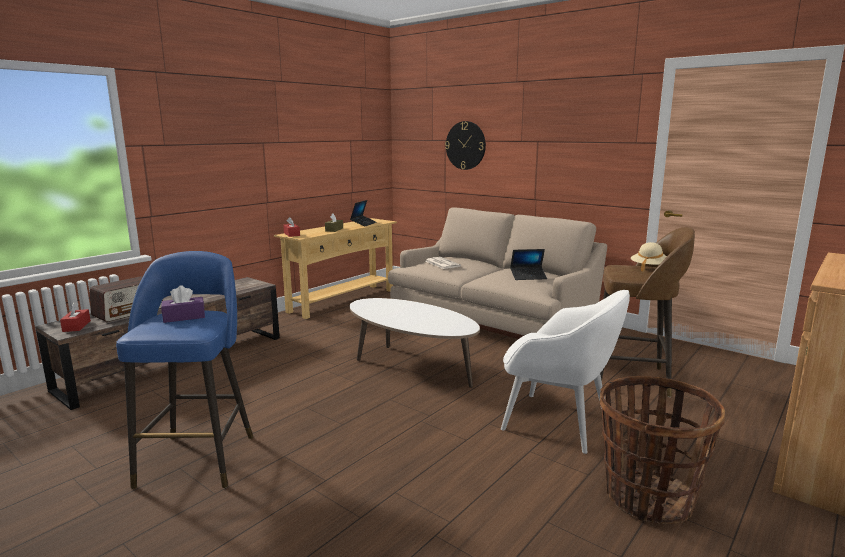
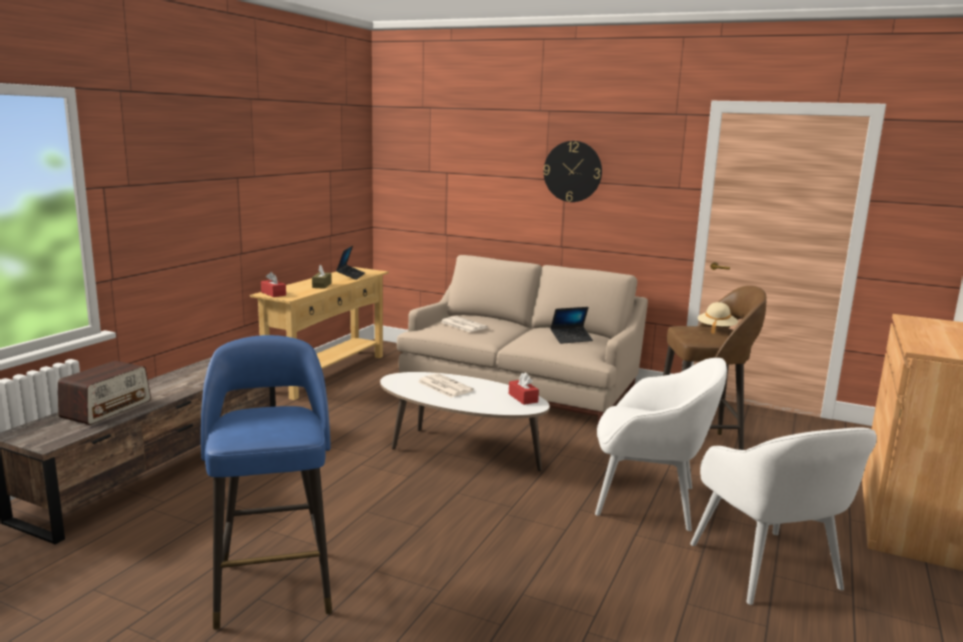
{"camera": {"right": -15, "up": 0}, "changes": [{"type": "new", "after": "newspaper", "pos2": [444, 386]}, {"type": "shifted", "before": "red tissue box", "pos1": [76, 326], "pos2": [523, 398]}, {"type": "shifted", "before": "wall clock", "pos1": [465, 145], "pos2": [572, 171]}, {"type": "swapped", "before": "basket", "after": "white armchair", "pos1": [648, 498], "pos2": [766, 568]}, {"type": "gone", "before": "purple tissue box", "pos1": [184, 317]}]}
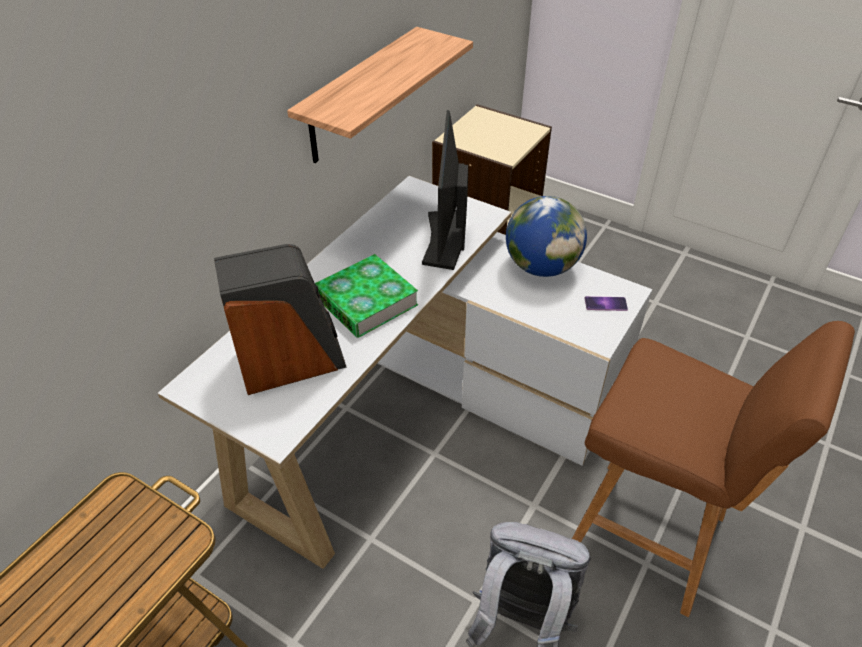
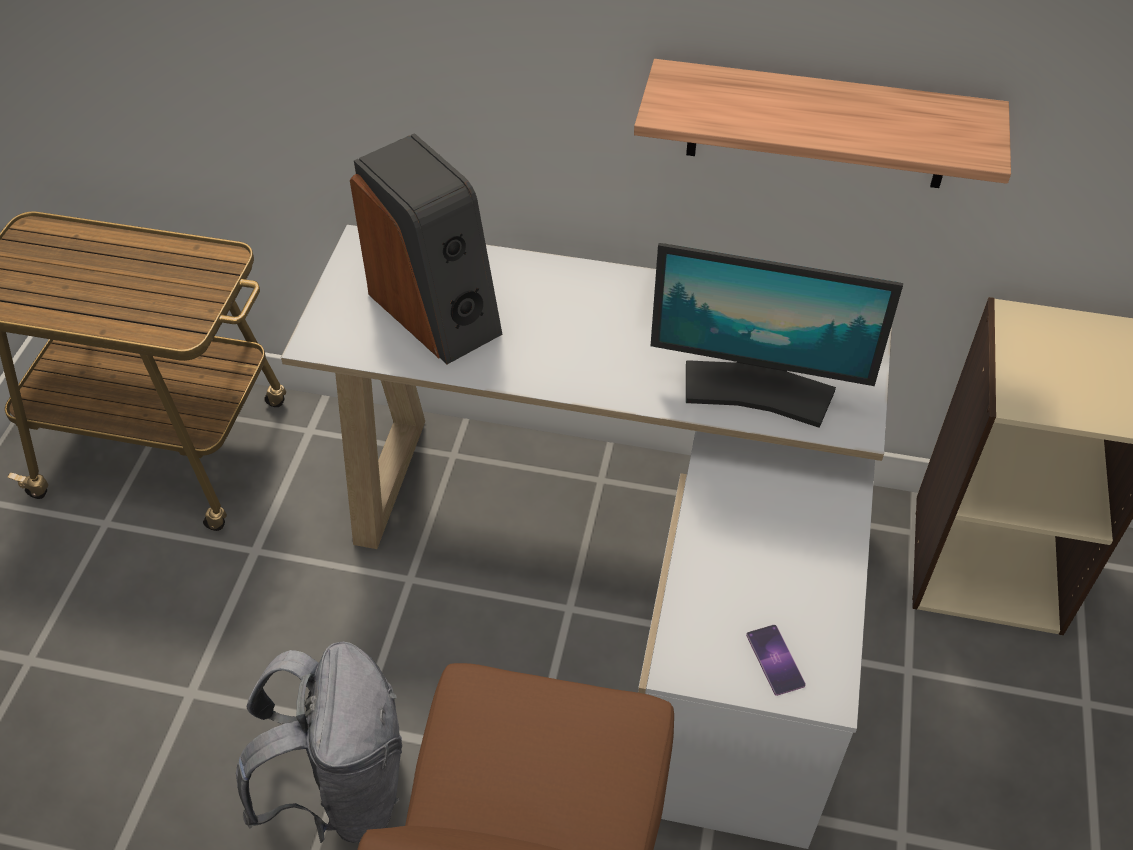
{"camera": {"right": 70, "up": 5}, "changes": [{"type": "rotated", "before": "monitor", "pos1": [445, 239], "pos2": [757, 390], "turn": -150}, {"type": "gone", "before": "book", "pos1": [366, 301]}, {"type": "gone", "before": "globe", "pos1": [541, 267]}]}
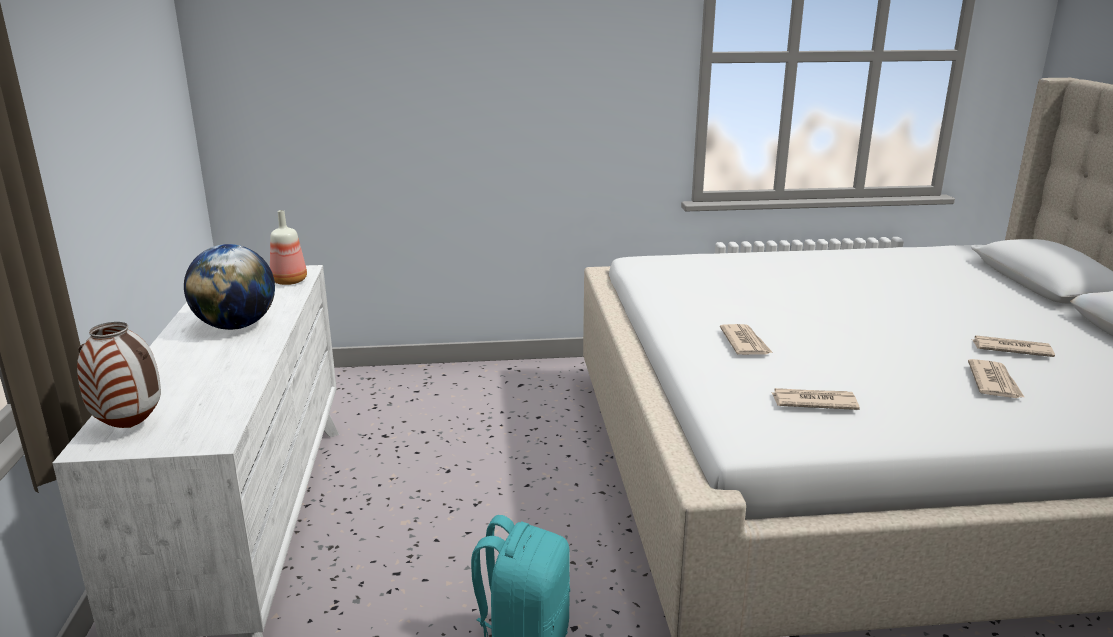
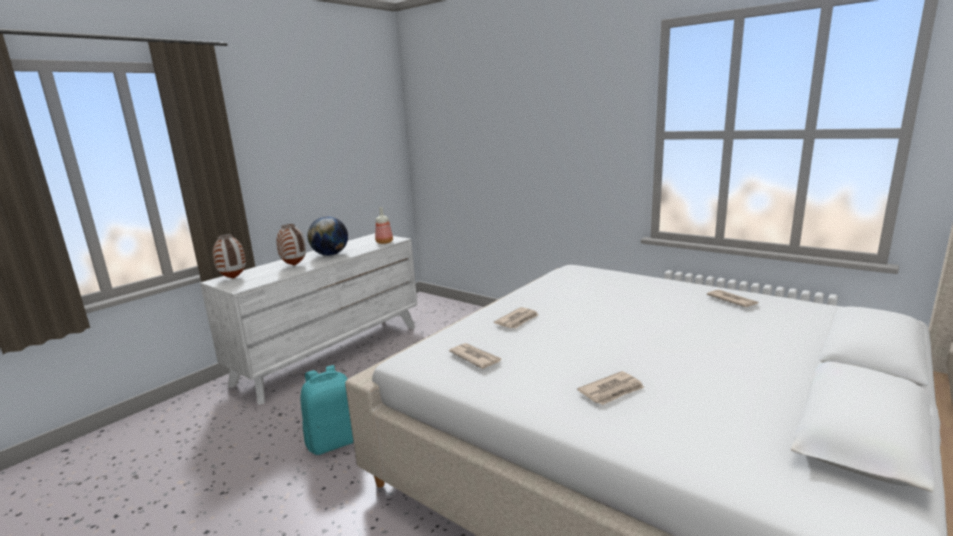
{"camera": {"right": 45, "up": -5}, "changes": [{"type": "new", "after": "vase", "pos2": [295, 265]}, {"type": "shifted", "before": "newspaper", "pos1": [1010, 349], "pos2": [732, 300]}]}
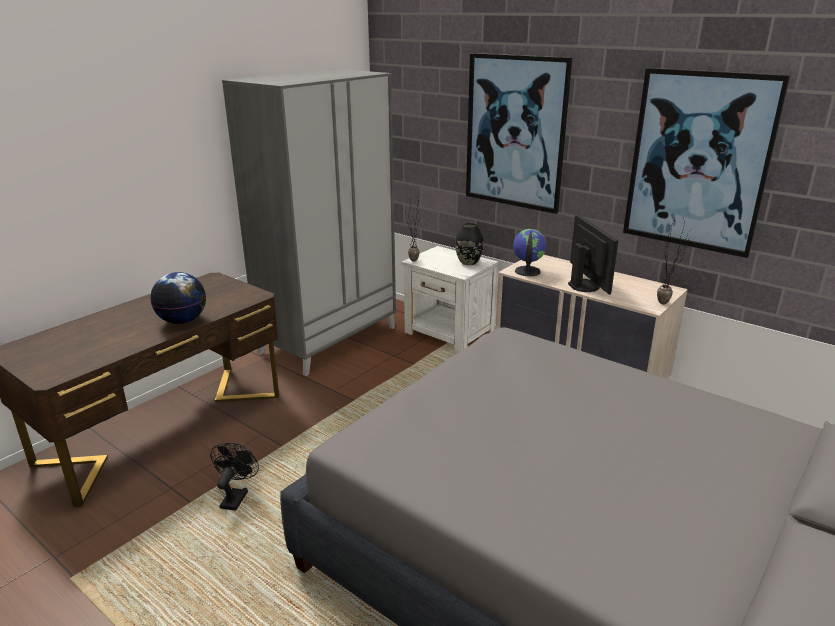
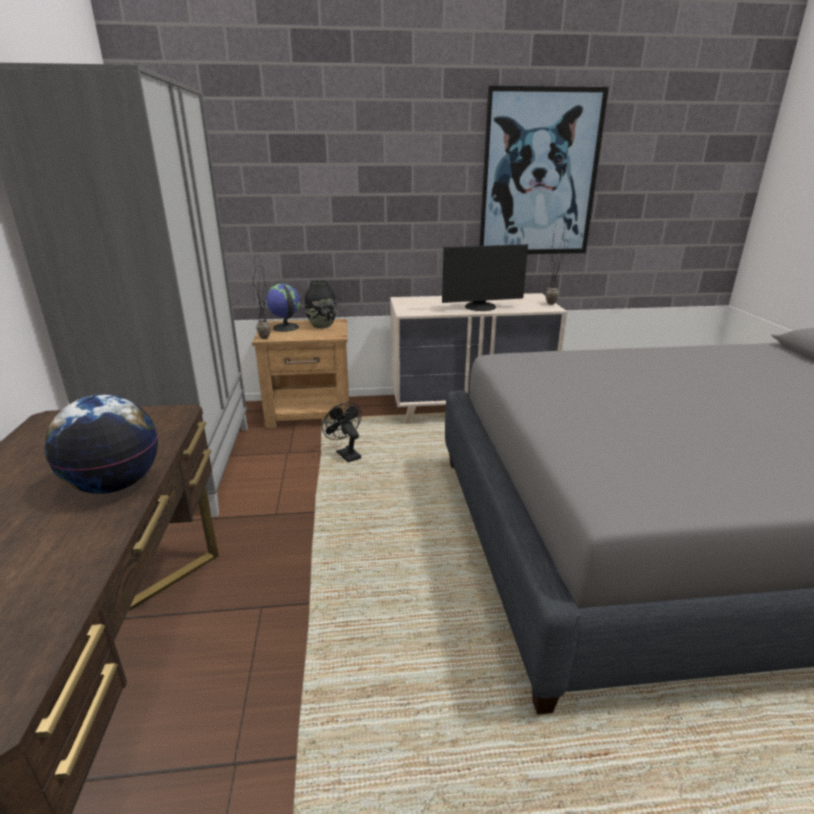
{"camera": {"right": -45, "up": 0}, "changes": [{"type": "repainted", "before": "white nightstand", "after": "brown nightstand", "pos1": [449, 333], "pos2": [310, 412]}, {"type": "shifted", "before": "globe", "pos1": [527, 271], "pos2": [285, 327]}, {"type": "shifted", "before": "black fan", "pos1": [236, 496], "pos2": [346, 454]}, {"type": "rotated", "before": "monitor", "pos1": [585, 285], "pos2": [481, 307], "turn": 135}, {"type": "gone", "before": "picture", "pos1": [515, 132]}]}
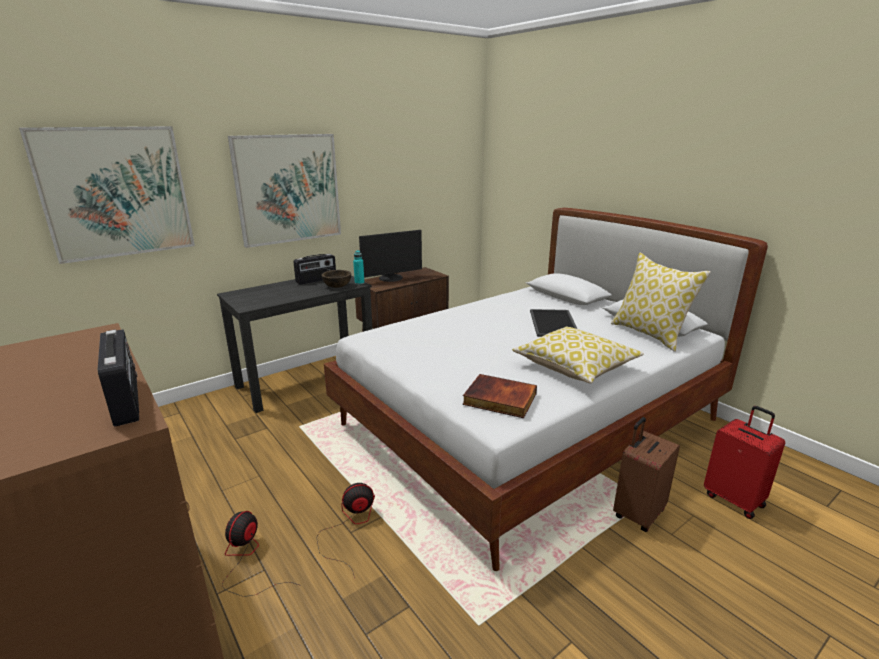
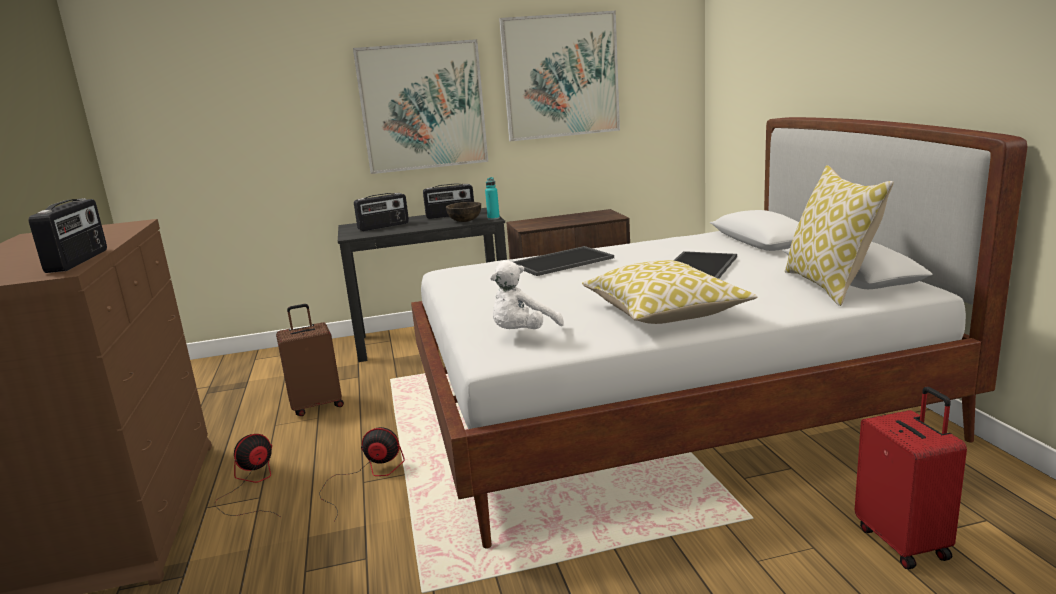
{"camera": {"right": 25, "up": -5}, "changes": [{"type": "shifted", "before": "brown suitcase", "pos1": [637, 513], "pos2": [317, 405]}, {"type": "new", "after": "radio", "pos2": [383, 226]}, {"type": "swapped", "before": "book", "after": "white plush toy", "pos1": [499, 399], "pos2": [522, 334]}, {"type": "shifted", "before": "picture", "pos1": [116, 193], "pos2": [560, 76]}, {"type": "new", "after": "tray", "pos2": [562, 261]}, {"type": "gone", "before": "monitor", "pos1": [391, 278]}]}
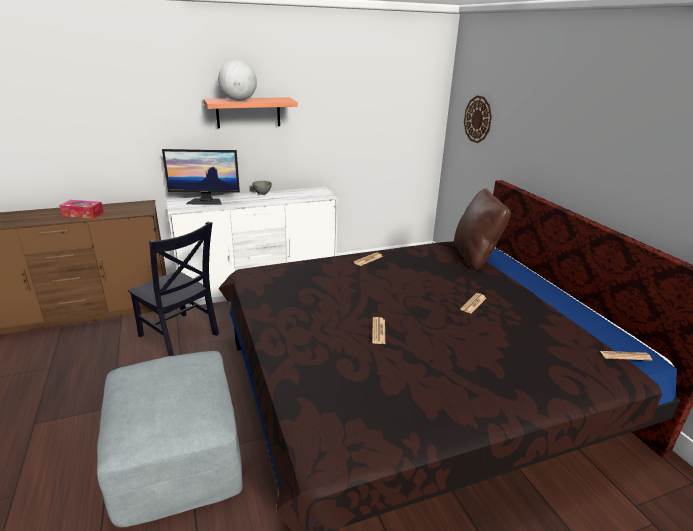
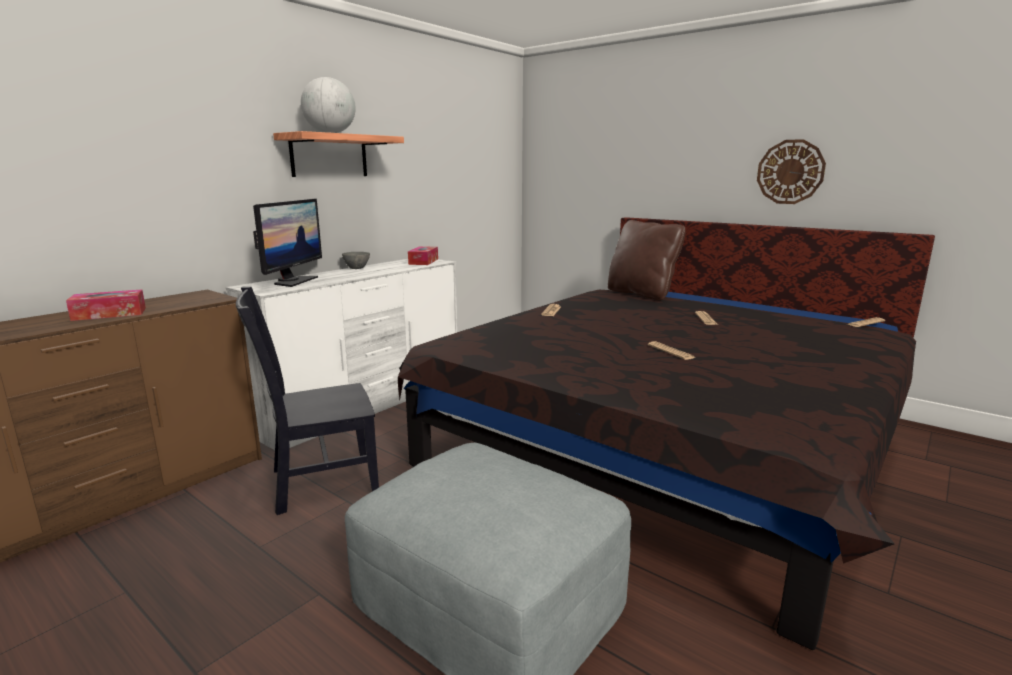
{"camera": {"right": -30, "up": -10}, "changes": [{"type": "rotated", "before": "black chair", "pos1": [180, 336], "pos2": [319, 482], "turn": 150}, {"type": "rotated", "before": "monitor", "pos1": [205, 201], "pos2": [293, 281], "turn": -45}, {"type": "new", "after": "tissue box", "pos2": [423, 261]}, {"type": "shifted", "before": "wall clock", "pos1": [478, 119], "pos2": [790, 172]}]}
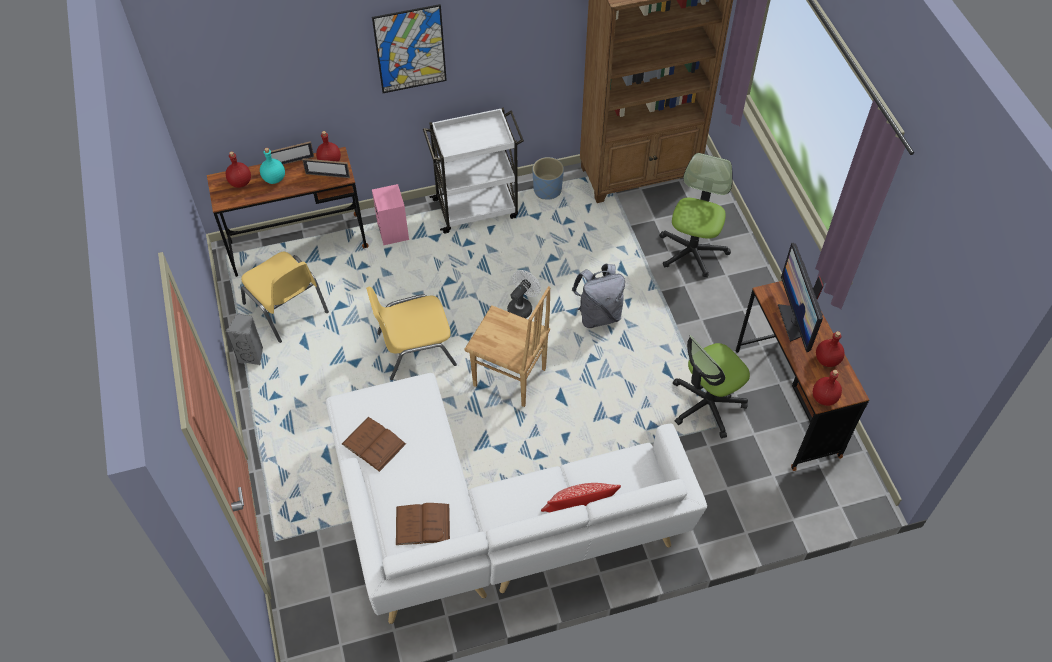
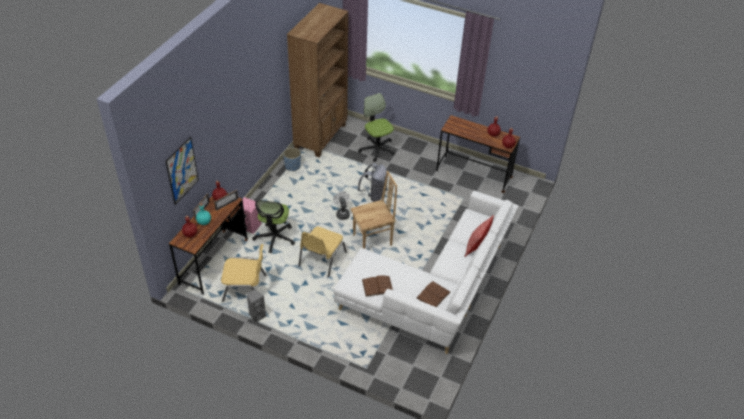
{"camera": {"right": -50, "up": -10}, "changes": [{"type": "shifted", "before": "picture", "pos1": [410, 49], "pos2": [182, 170]}, {"type": "shifted", "before": "office chair", "pos1": [706, 405], "pos2": [274, 238]}, {"type": "gone", "before": "white cart", "pos1": [477, 208]}, {"type": "gone", "before": "monitor", "pos1": [795, 321]}]}
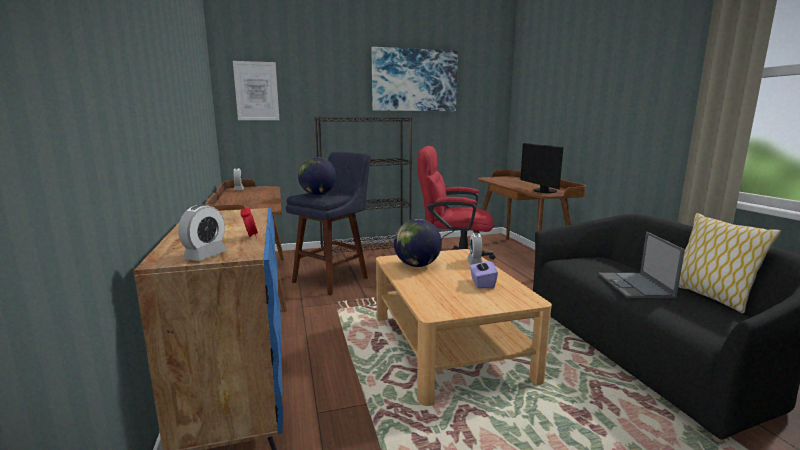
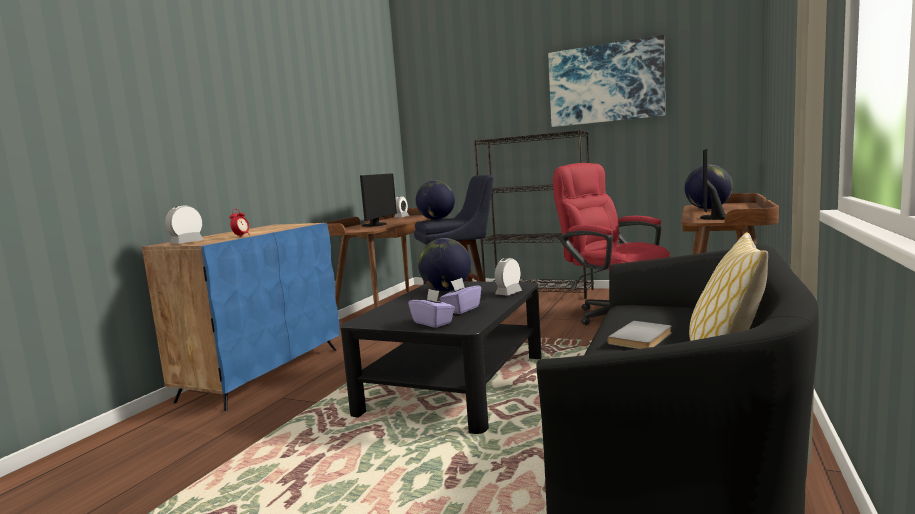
{"camera": {"right": 40, "up": -5}, "changes": [{"type": "rotated", "before": "alarm clock", "pos1": [205, 255], "pos2": [187, 242], "turn": 150}, {"type": "repainted", "before": "beige coffee table", "after": "black coffee table", "pos1": [449, 346], "pos2": [455, 383]}, {"type": "new", "after": "monitor", "pos2": [377, 225]}, {"type": "new", "after": "purple tissue box", "pos2": [433, 323]}, {"type": "swapped", "before": "laptop", "after": "grey book", "pos1": [635, 286], "pos2": [643, 338]}, {"type": "new", "after": "globe", "pos2": [708, 209]}, {"type": "gone", "before": "picture", "pos1": [256, 91]}]}
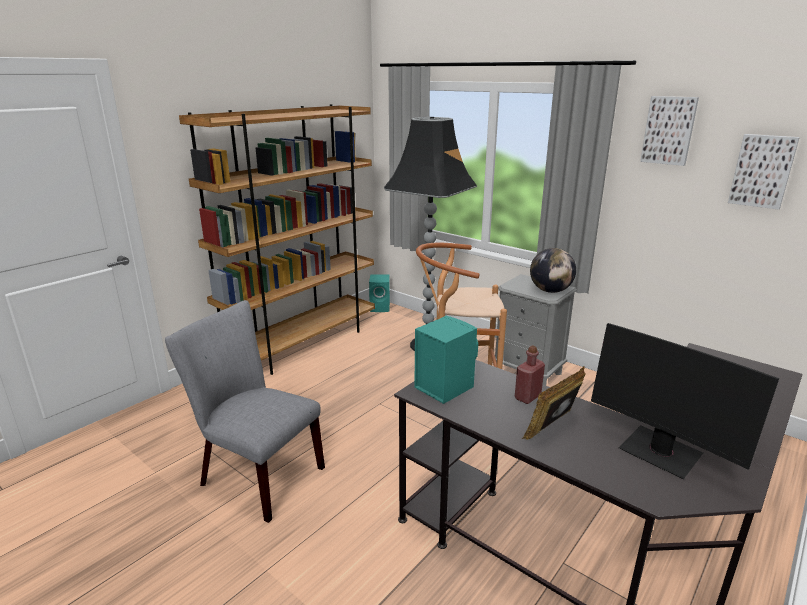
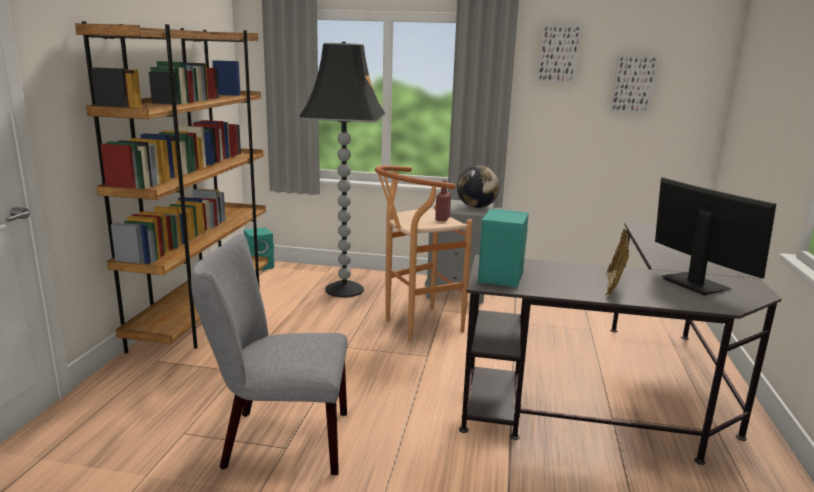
{"camera": {"right": -30, "up": -5}, "changes": [{"type": "shifted", "before": "red bottle", "pos1": [527, 397], "pos2": [442, 219]}, {"type": "rotated", "before": "monitor", "pos1": [660, 453], "pos2": [695, 284], "turn": -135}]}
